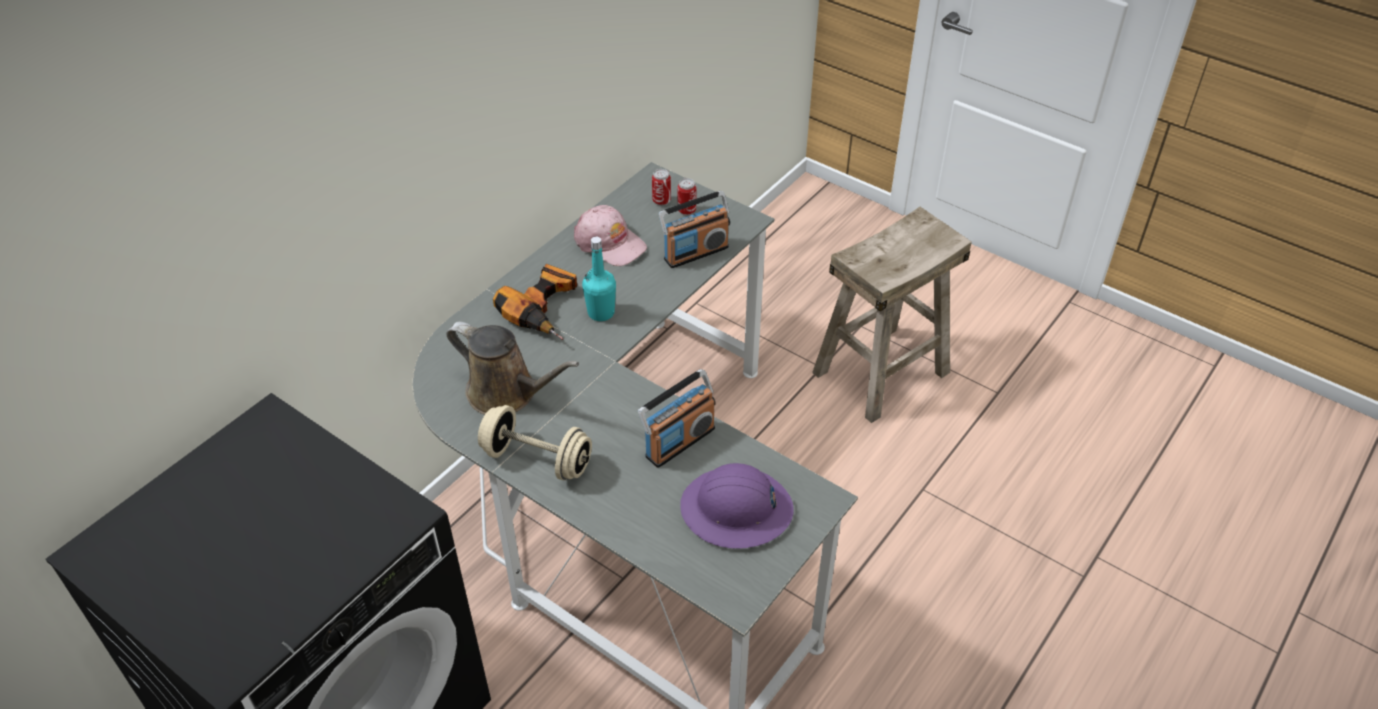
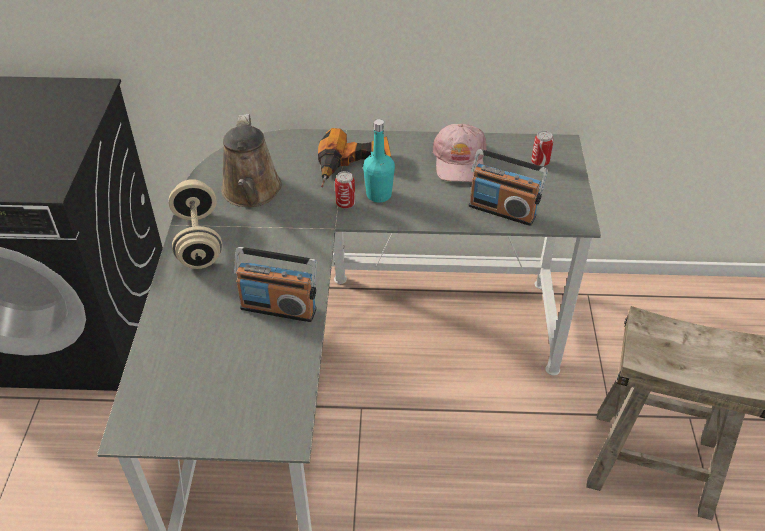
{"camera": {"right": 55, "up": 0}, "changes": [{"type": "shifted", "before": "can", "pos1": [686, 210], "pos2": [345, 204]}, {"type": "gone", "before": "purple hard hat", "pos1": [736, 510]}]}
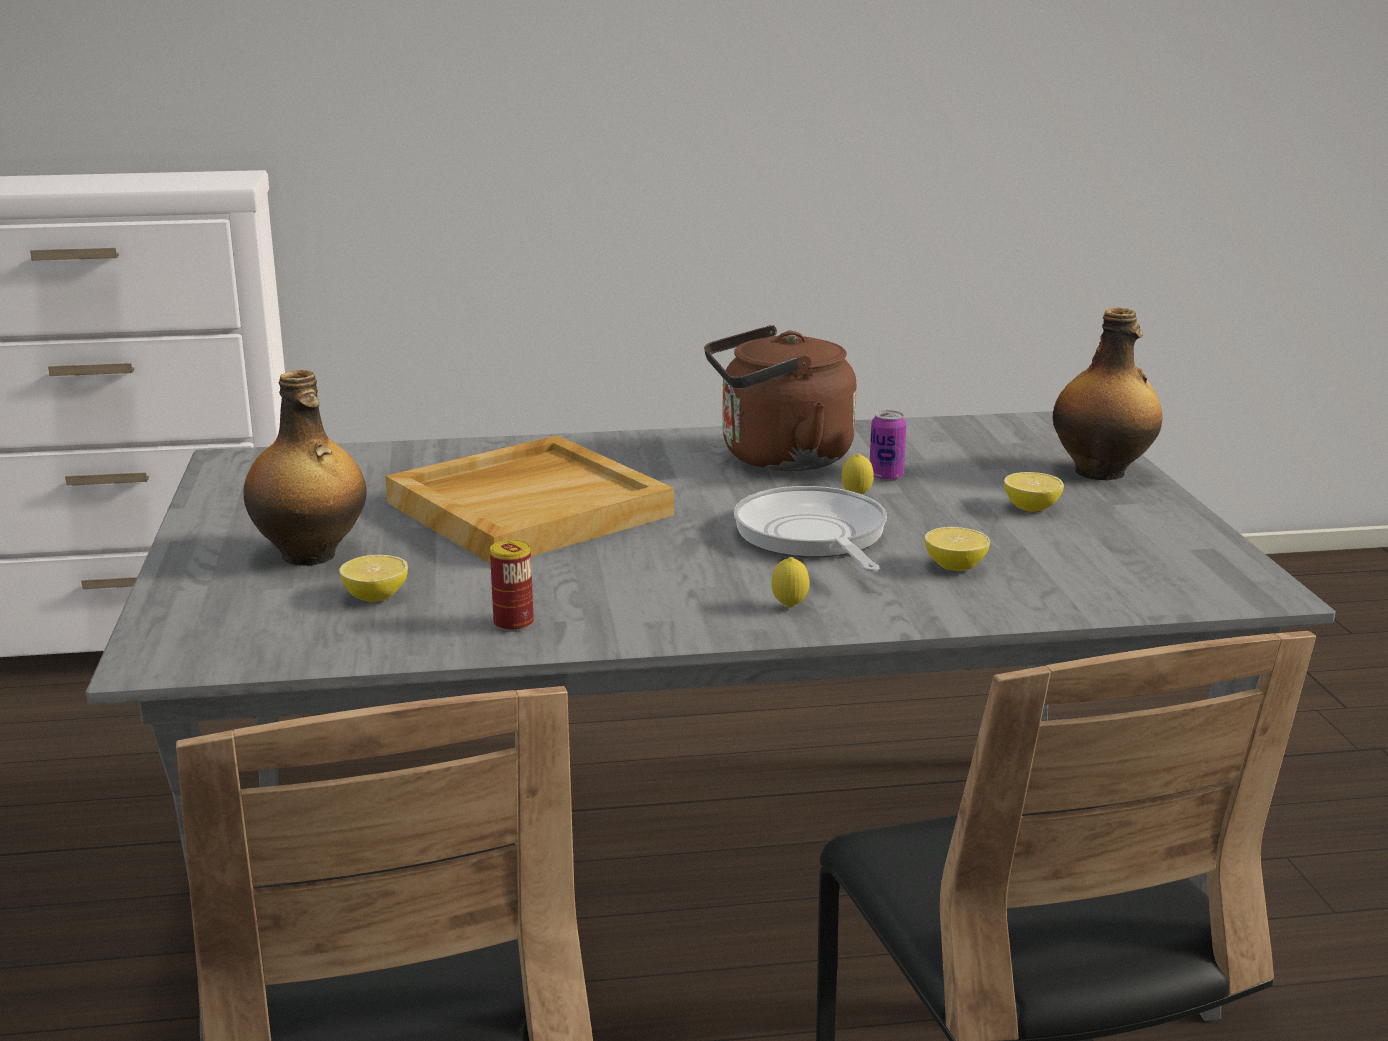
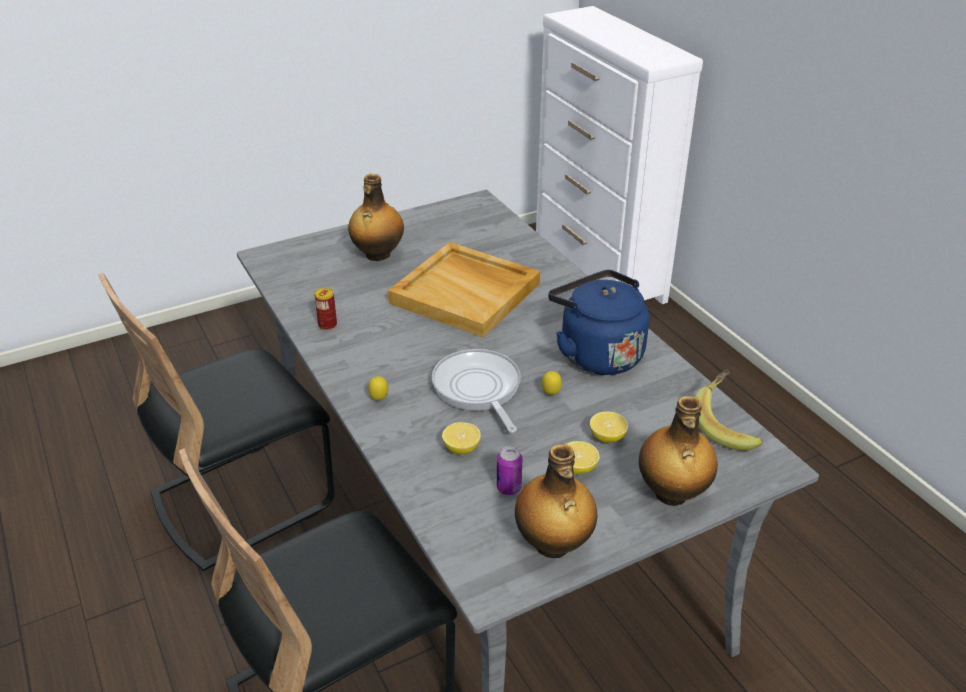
{"camera": {"right": 70, "up": 15}, "changes": [{"type": "rotated", "before": "frying pan", "pos1": [813, 537], "pos2": [478, 389], "turn": -75}, {"type": "shifted", "before": "can", "pos1": [886, 476], "pos2": [508, 488]}, {"type": "new", "after": "bottle", "pos2": [553, 545]}, {"type": "repainted", "before": "brown kettle", "after": "blue kettle", "pos1": [778, 458], "pos2": [596, 353]}, {"type": "shifted", "before": "lemon", "pos1": [376, 597], "pos2": [607, 437]}, {"type": "new", "after": "banana", "pos2": [727, 425]}]}
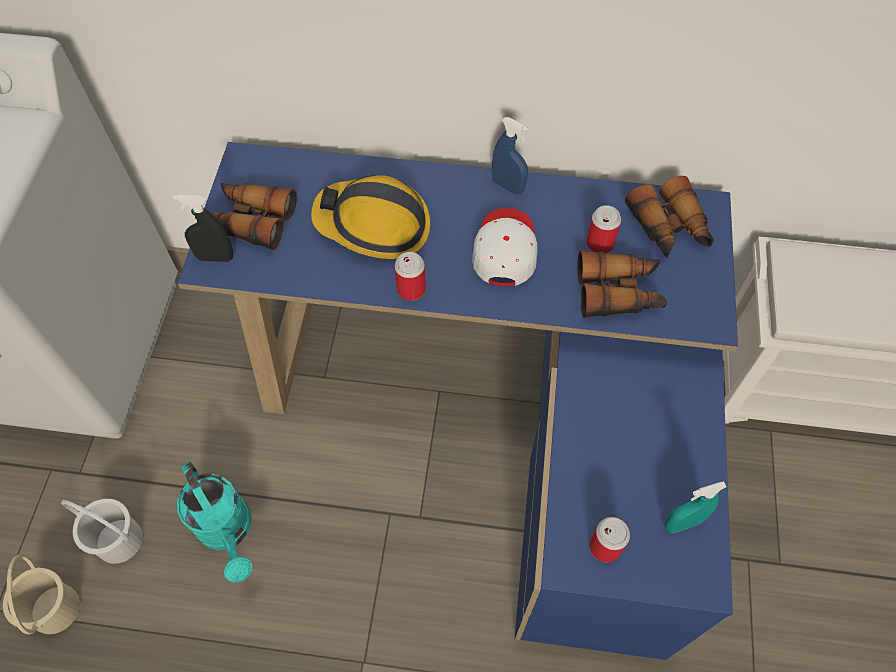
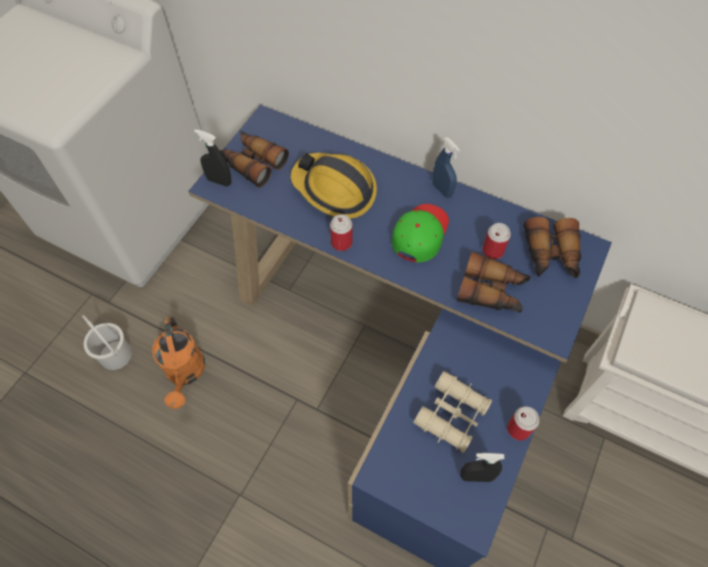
{"camera": {"right": 20, "up": 0}, "changes": [{"type": "repainted", "before": "turquoise watering can", "after": "orange watering can", "pos1": [228, 532], "pos2": [185, 373]}, {"type": "repainted", "before": "white cap", "after": "green cap", "pos1": [504, 250], "pos2": [420, 234]}, {"type": "new", "after": "beige binoculars", "pos2": [452, 415]}, {"type": "repainted", "before": "turquoise spray bottle", "after": "black spray bottle", "pos1": [683, 523], "pos2": [476, 476]}, {"type": "shifted", "before": "can", "pos1": [605, 547], "pos2": [518, 429]}, {"type": "gone", "before": "beige bucket", "pos1": [54, 609]}]}
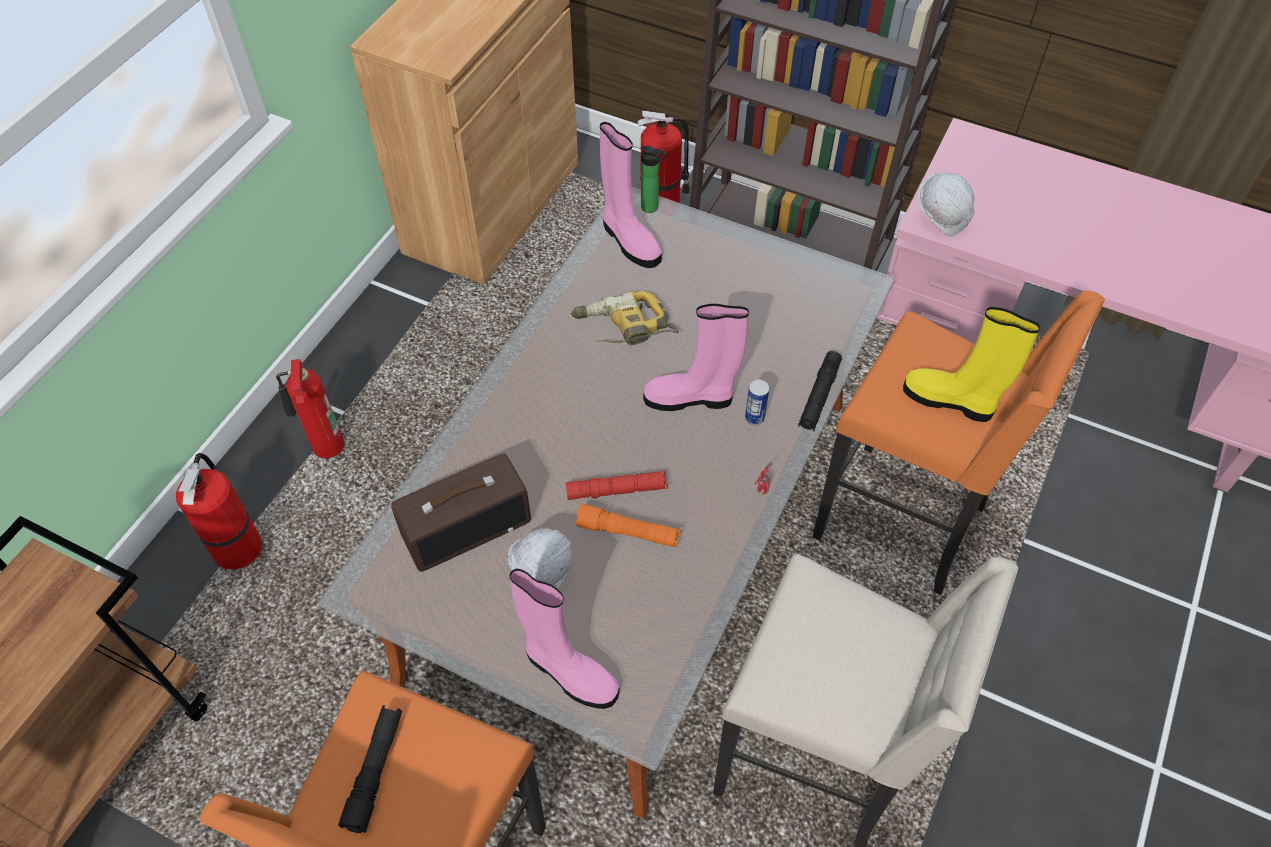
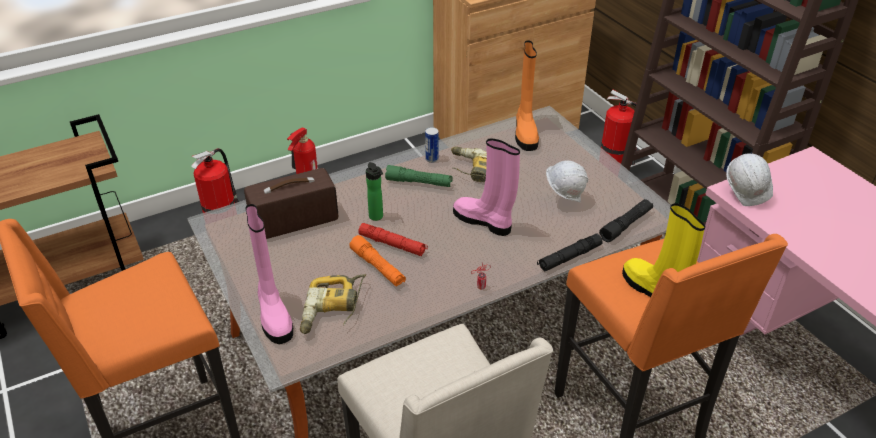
{"camera": {"right": 35, "up": -15}, "changes": [{"type": "rotated", "before": "radio", "pos1": [467, 527], "pos2": [294, 221], "turn": 150}, {"type": "new", "after": "power drill", "pos2": [333, 309]}, {"type": "shifted", "before": "bottle", "pos1": [652, 208], "pos2": [377, 217]}, {"type": "new", "after": "green flashlight", "pos2": [419, 182]}, {"type": "shifted", "before": "can", "pos1": [754, 418], "pos2": [432, 159]}, {"type": "repainted", "before": "pink boot", "after": "orange boot", "pos1": [629, 241], "pos2": [525, 133]}, {"type": "shifted", "before": "white hard hat", "pos1": [542, 575], "pos2": [563, 198]}, {"type": "shifted", "before": "black flashlight", "pos1": [375, 771], "pos2": [626, 225]}]}
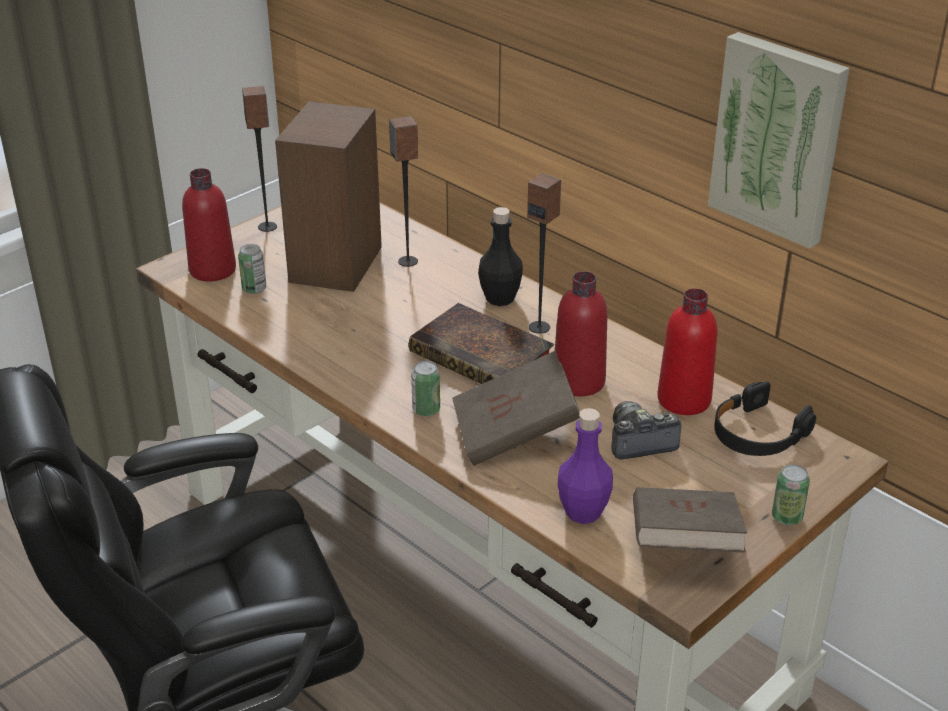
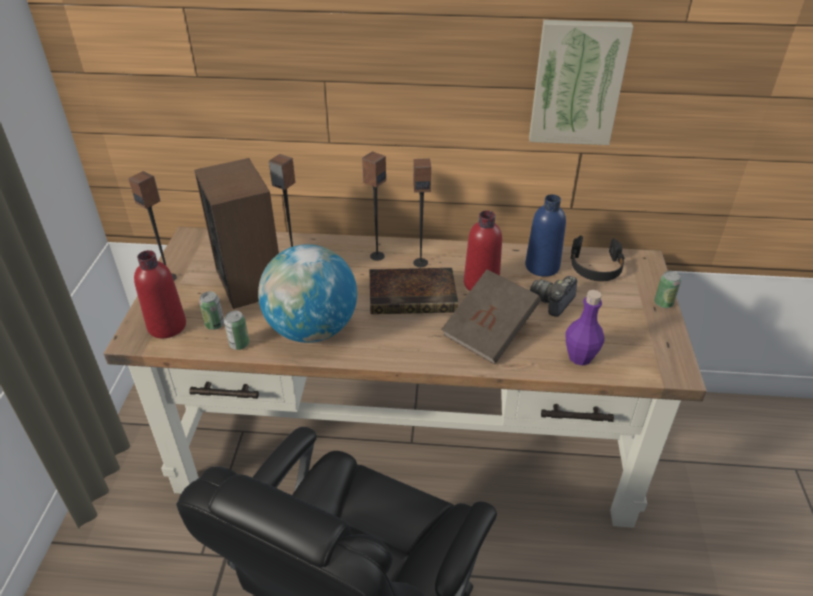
{"camera": {"right": -40, "up": 5}, "changes": [{"type": "shifted", "before": "can", "pos1": [426, 410], "pos2": [239, 344]}, {"type": "new", "after": "globe", "pos2": [312, 330]}, {"type": "swapped", "before": "black bottle", "after": "speaker", "pos1": [500, 298], "pos2": [377, 256]}, {"type": "repainted", "before": "red bottle", "after": "blue bottle", "pos1": [684, 400], "pos2": [542, 266]}, {"type": "gone", "before": "brown book", "pos1": [683, 544]}]}
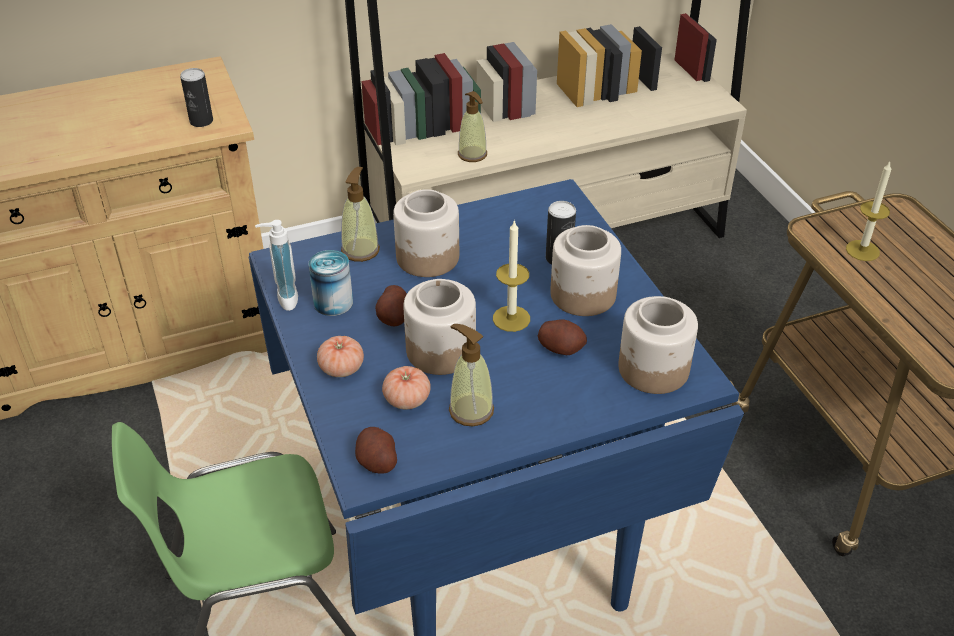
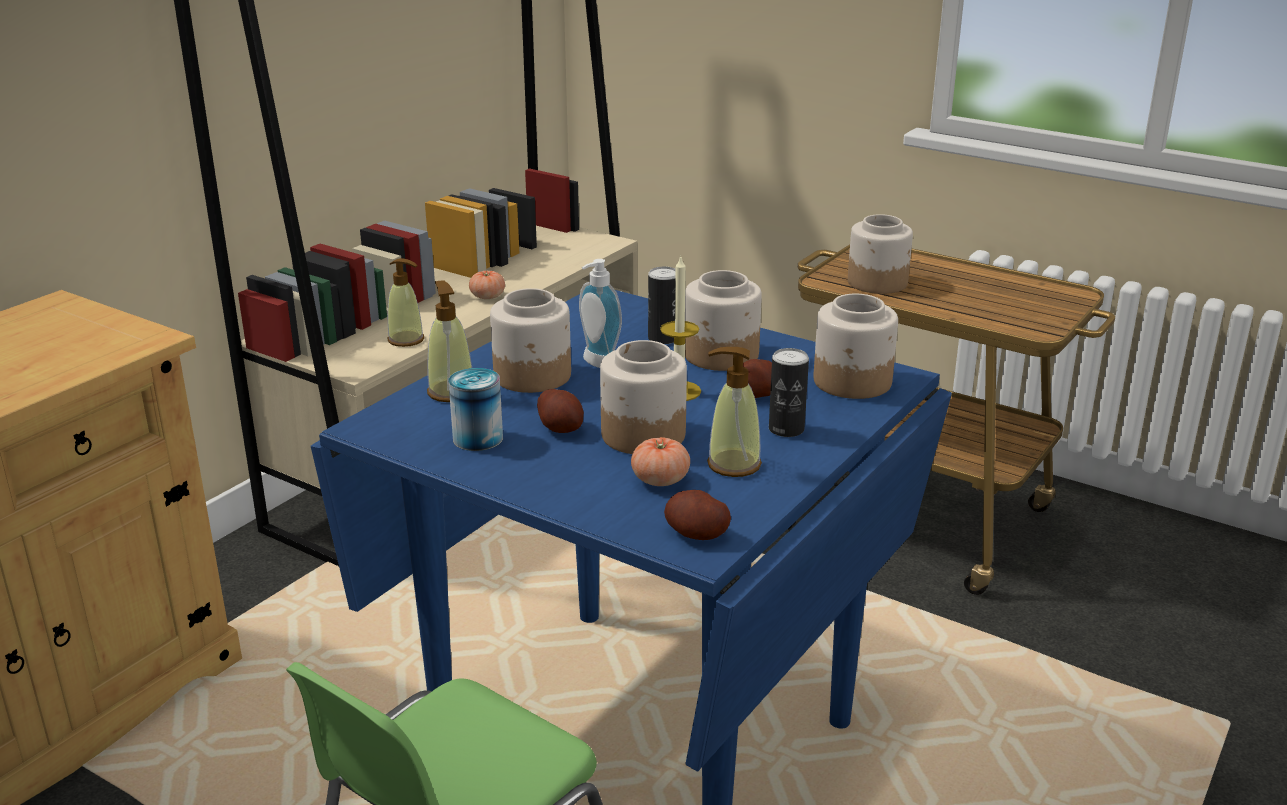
{"camera": {"right": -35, "up": -15}, "changes": [{"type": "shifted", "before": "tomato", "pos1": [341, 368], "pos2": [487, 296]}, {"type": "shifted", "before": "soap dispenser", "pos1": [283, 299], "pos2": [597, 364]}, {"type": "shifted", "before": "can", "pos1": [201, 121], "pos2": [786, 429]}, {"type": "swapped", "before": "candle", "after": "jar", "pos1": [862, 250], "pos2": [878, 282]}]}
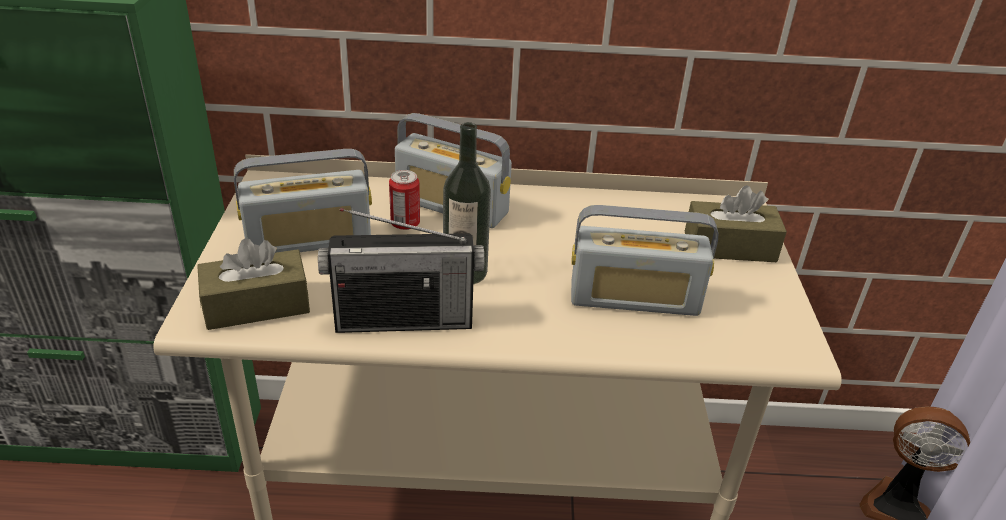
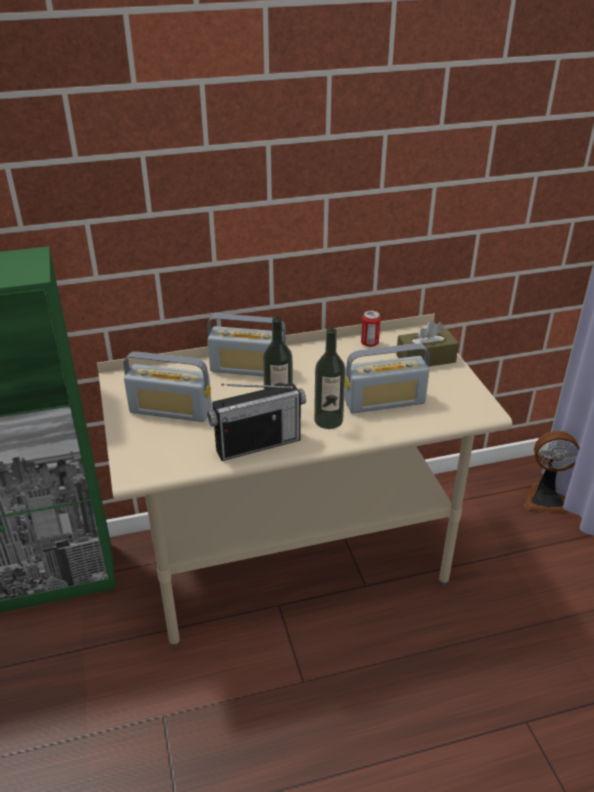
{"camera": {"right": -15, "up": 0}, "changes": [{"type": "rotated", "before": "radio", "pos1": [309, 241], "pos2": [171, 410], "turn": 45}, {"type": "new", "after": "bottle", "pos2": [328, 420]}, {"type": "shifted", "before": "can", "pos1": [405, 224], "pos2": [369, 343]}, {"type": "gone", "before": "brown tissue box", "pos1": [257, 305]}]}
